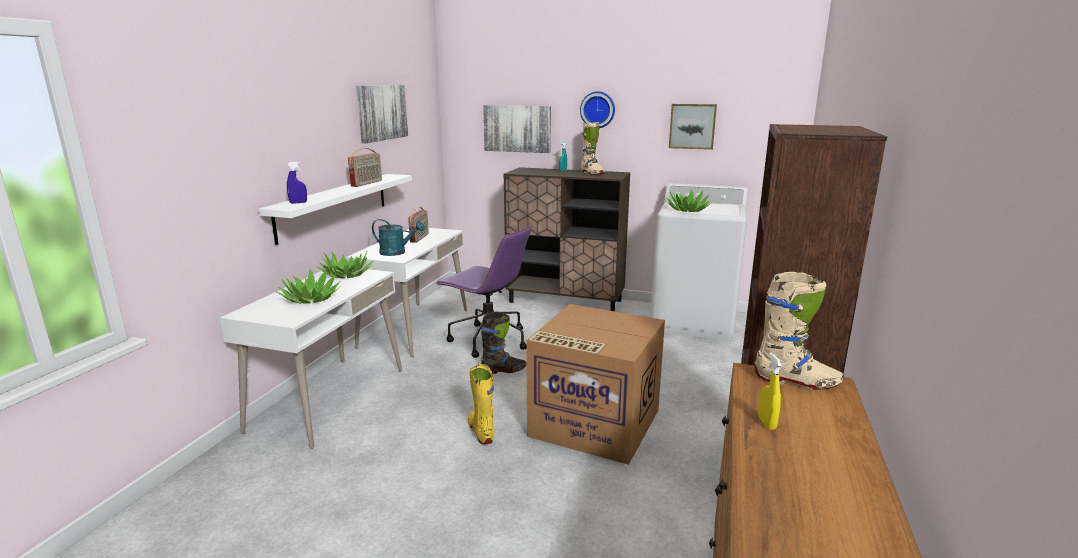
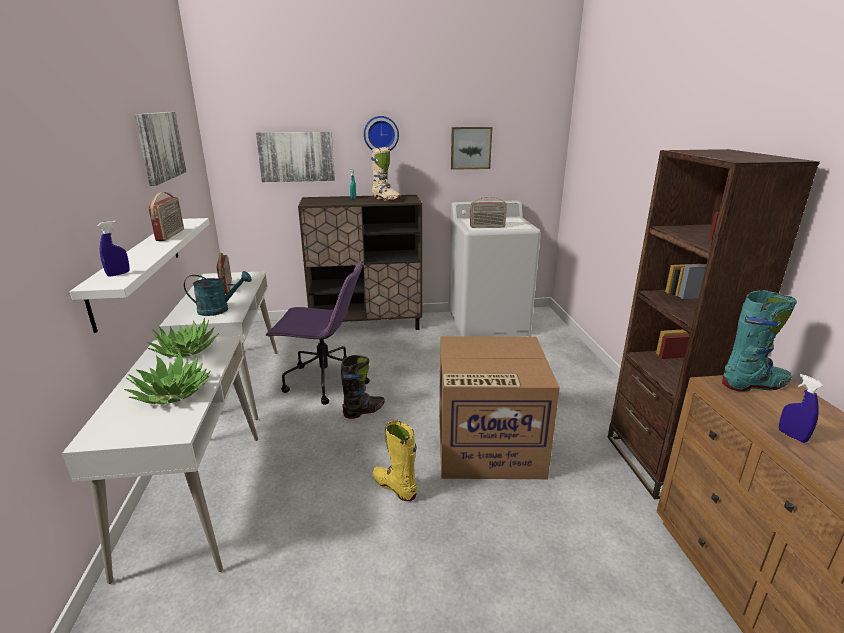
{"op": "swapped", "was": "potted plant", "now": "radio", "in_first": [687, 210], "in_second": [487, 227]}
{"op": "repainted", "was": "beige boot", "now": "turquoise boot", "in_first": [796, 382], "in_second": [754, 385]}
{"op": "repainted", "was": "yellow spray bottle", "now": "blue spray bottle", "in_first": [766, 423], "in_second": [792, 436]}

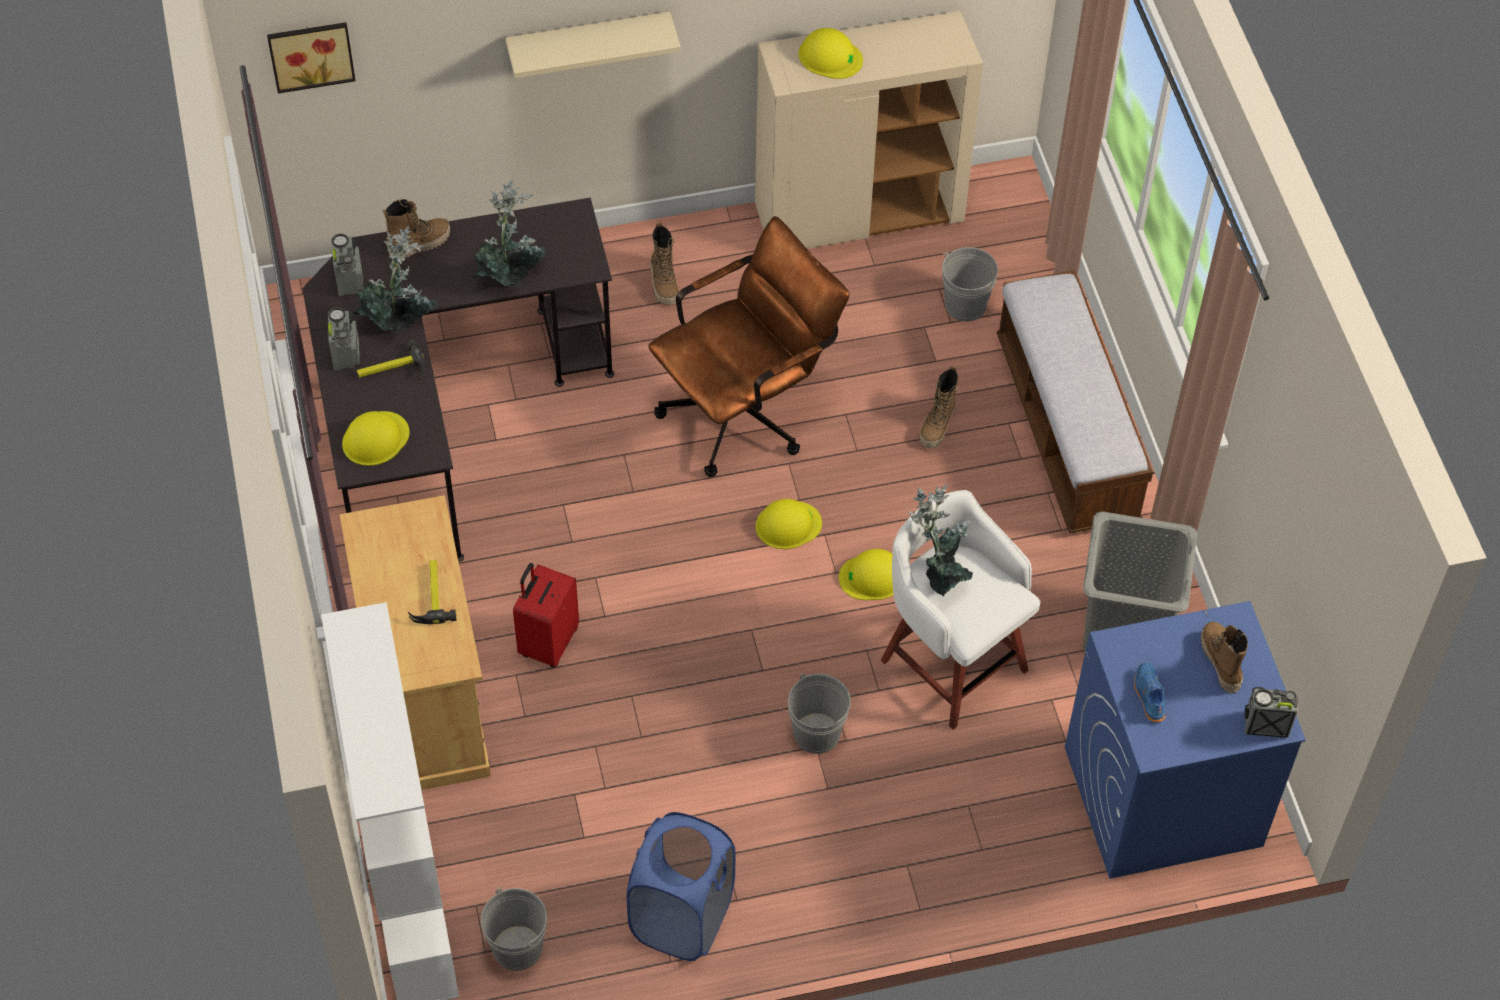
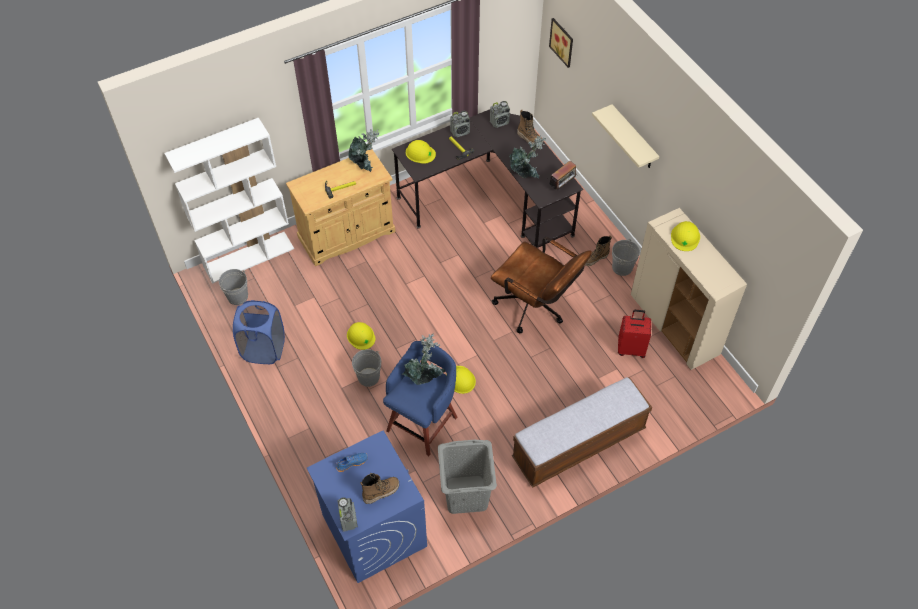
{"op": "shifted", "was": "potted plant", "in_first": [399, 320], "in_second": [365, 165]}
{"op": "shifted", "was": "red suitcase", "in_first": [547, 642], "in_second": [631, 348]}
{"op": "shifted", "was": "yellow hard hat", "in_first": [788, 525], "in_second": [361, 336]}
{"op": "repainted", "was": "white stool", "now": "blue stool", "in_first": [951, 661], "in_second": [423, 422]}
{"op": "gone", "was": "boot", "in_first": [937, 426]}
{"op": "shifted", "was": "grey bucket", "in_first": [965, 305], "in_second": [622, 267]}
{"op": "new", "now": "radio", "in_second": [562, 186]}

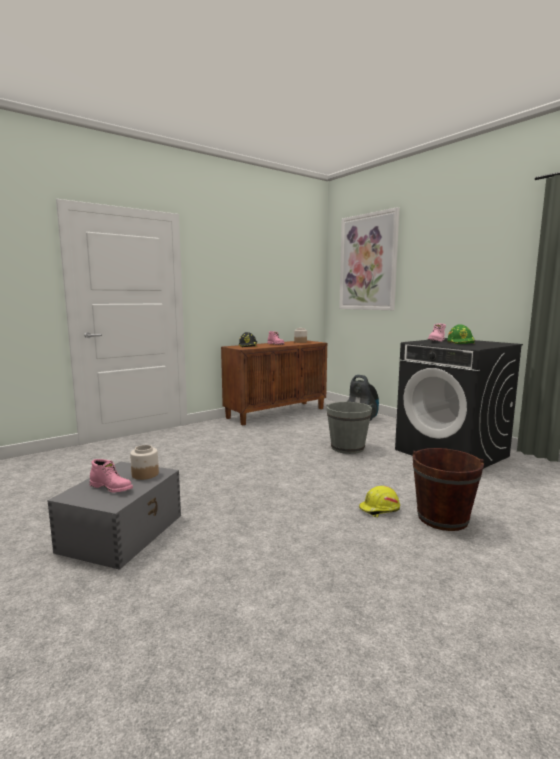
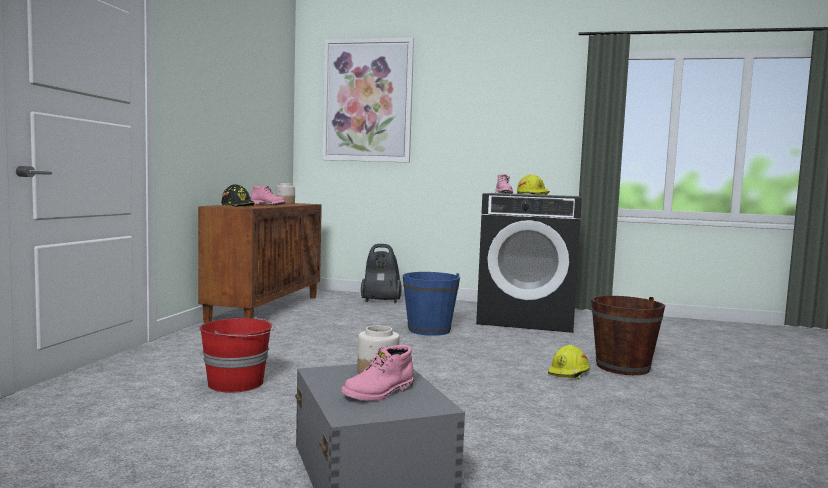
{"op": "rotated", "was": "pink boot", "in_first": [112, 488], "in_second": [379, 393], "clockwise": 150}
{"op": "repainted", "was": "grey bucket", "now": "blue bucket", "in_first": [347, 448], "in_second": [429, 330]}
{"op": "repainted", "was": "green hard hat", "now": "yellow hard hat", "in_first": [461, 342], "in_second": [532, 194]}
{"op": "new", "now": "red bucket", "in_second": [237, 383]}

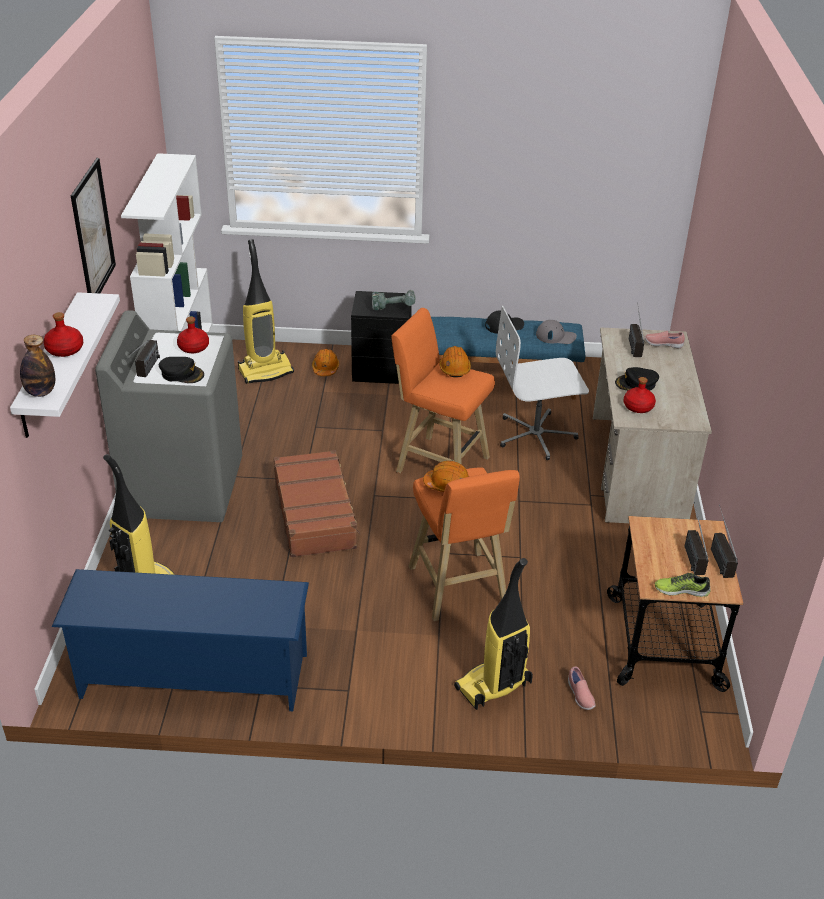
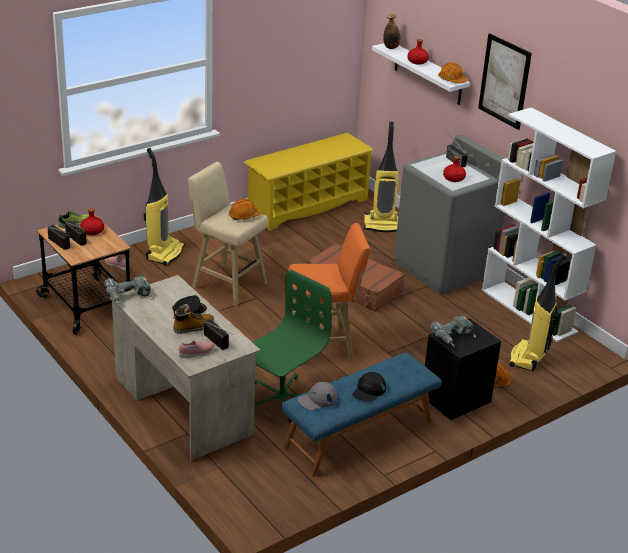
{"op": "repainted", "was": "blue shoe rack", "now": "yellow shoe rack", "in_first": [193, 676], "in_second": [307, 206]}
{"op": "gone", "was": "black cap", "in_first": [182, 374]}
{"op": "repainted", "was": "orange stool", "now": "beige stool", "in_first": [458, 590], "in_second": [226, 284]}
{"op": "shifted", "was": "orange hard hat", "in_first": [454, 368], "in_second": [452, 80]}
{"op": "repainted", "was": "white office chair", "now": "green office chair", "in_first": [536, 435], "in_second": [280, 399]}
{"op": "shifted", "was": "red bottle", "in_first": [638, 407], "in_second": [92, 231]}
{"op": "new", "now": "power drill", "in_second": [128, 298]}
{"op": "new", "now": "boot", "in_second": [193, 327]}

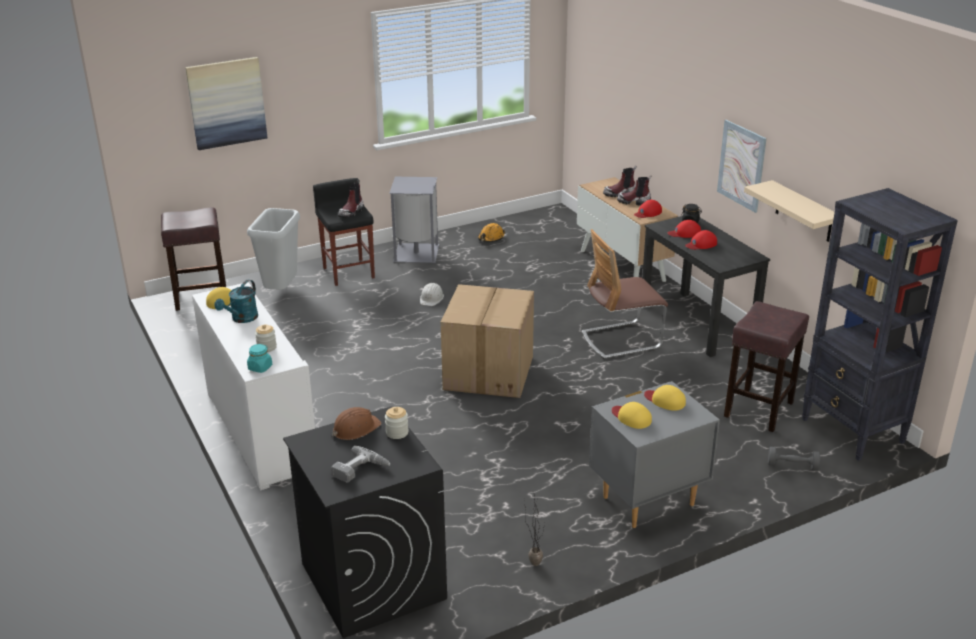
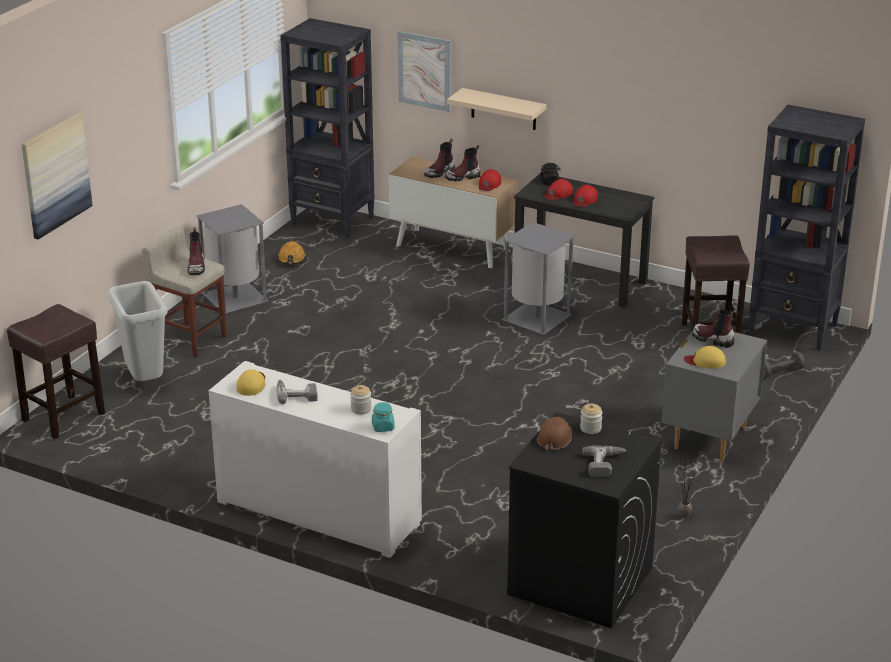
{"op": "swapped", "was": "turquoise watering can", "now": "power drill", "in_first": [241, 319], "in_second": [296, 394]}
{"op": "repainted", "was": "black stool", "now": "beige stool", "in_first": [348, 272], "in_second": [190, 339]}
{"op": "gone", "was": "white hard hat", "in_first": [431, 298]}
{"op": "gone", "was": "cardboard box", "in_first": [489, 373]}
{"op": "swapped", "was": "chair", "now": "grey trash can", "in_first": [621, 340], "in_second": [535, 318]}
{"op": "swapped", "was": "yellow cap", "now": "boot", "in_first": [665, 400], "in_second": [712, 339]}
{"op": "shifted", "was": "picture", "in_first": [741, 165], "in_second": [424, 71]}
{"op": "shifted", "was": "beige shelf", "in_first": [804, 212], "in_second": [503, 109]}
{"op": "new", "now": "black bookcase", "in_second": [333, 222]}

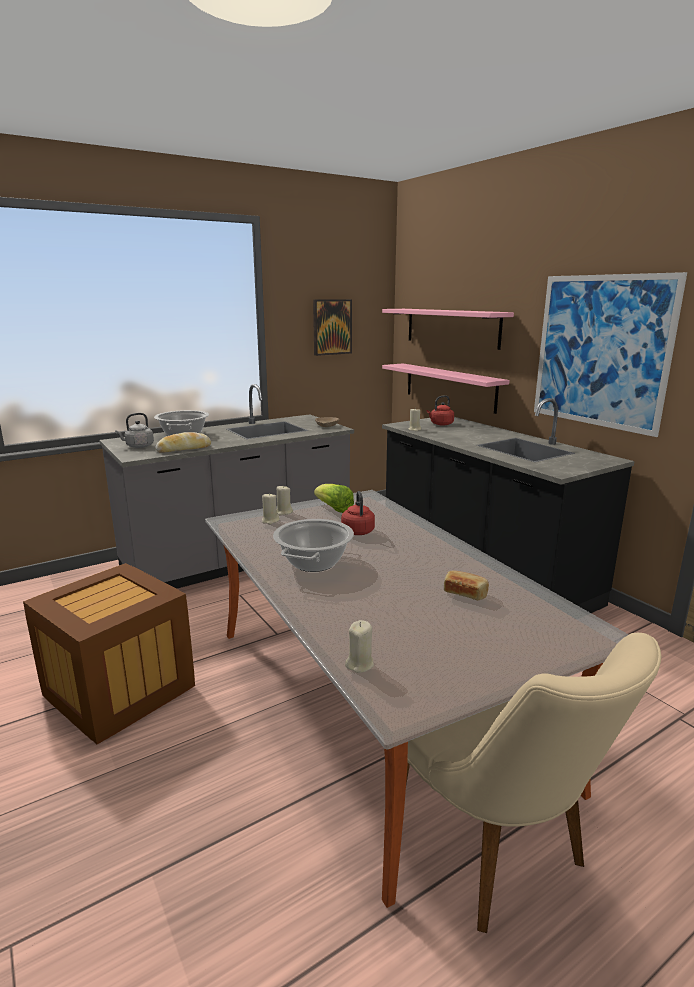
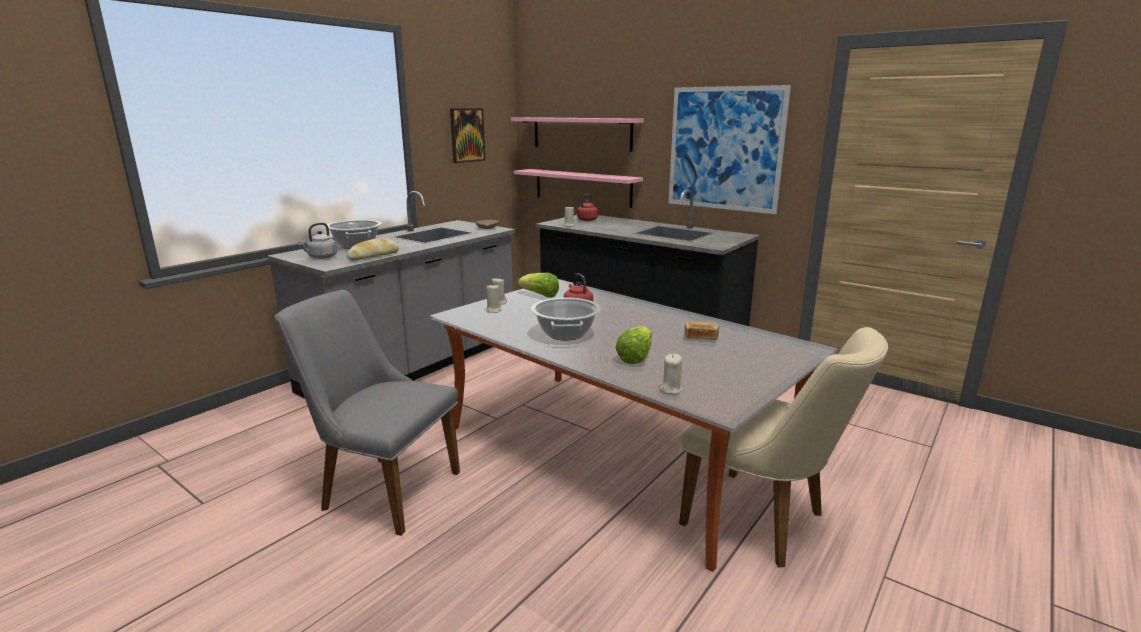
{"op": "swapped", "was": "crate", "now": "grey chair", "in_first": [119, 691], "in_second": [381, 488]}
{"op": "new", "now": "lettuce", "in_second": [635, 357]}

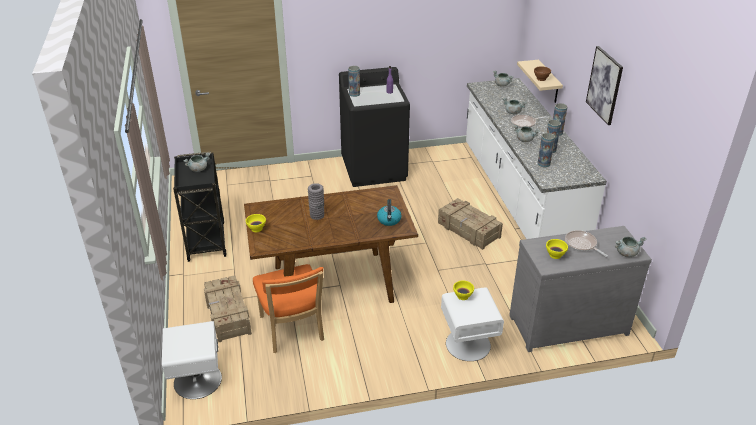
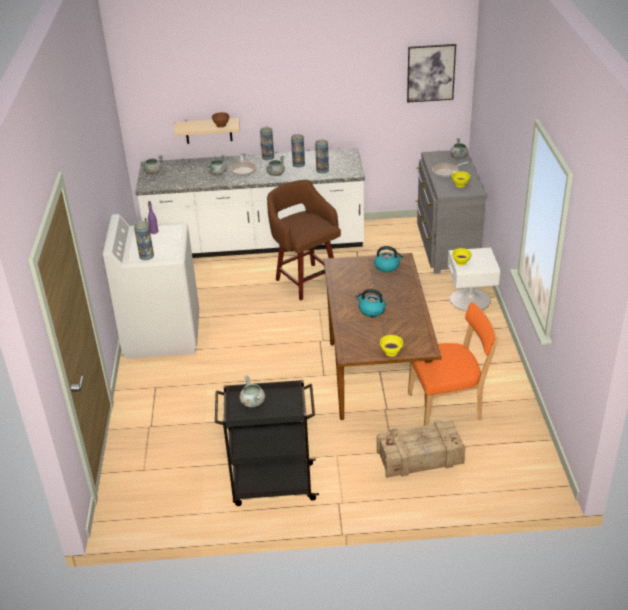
{"op": "gone", "was": "white nightstand", "in_first": [197, 380]}
{"op": "swapped", "was": "grey vase", "now": "kettle", "in_first": [317, 215], "in_second": [371, 310]}
{"op": "repainted", "was": "black washing machine", "now": "white washing machine", "in_first": [374, 169], "in_second": [162, 334]}
{"op": "swapped", "was": "crate", "now": "brown stool", "in_first": [468, 230], "in_second": [305, 280]}
{"op": "shifted", "was": "picture", "in_first": [604, 85], "in_second": [430, 73]}

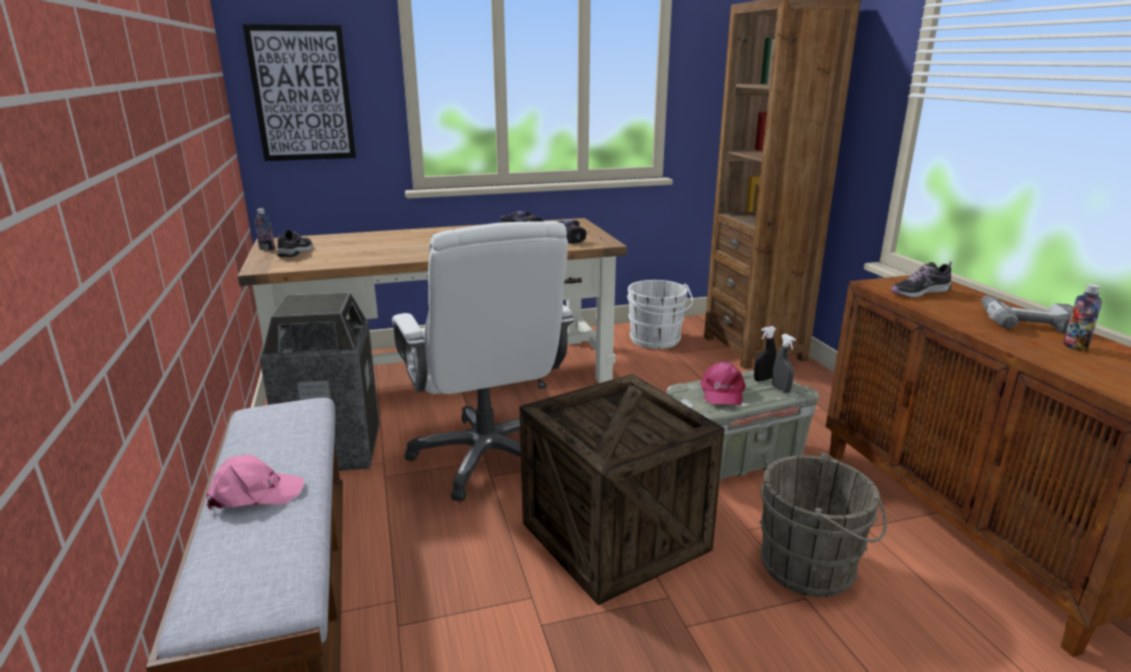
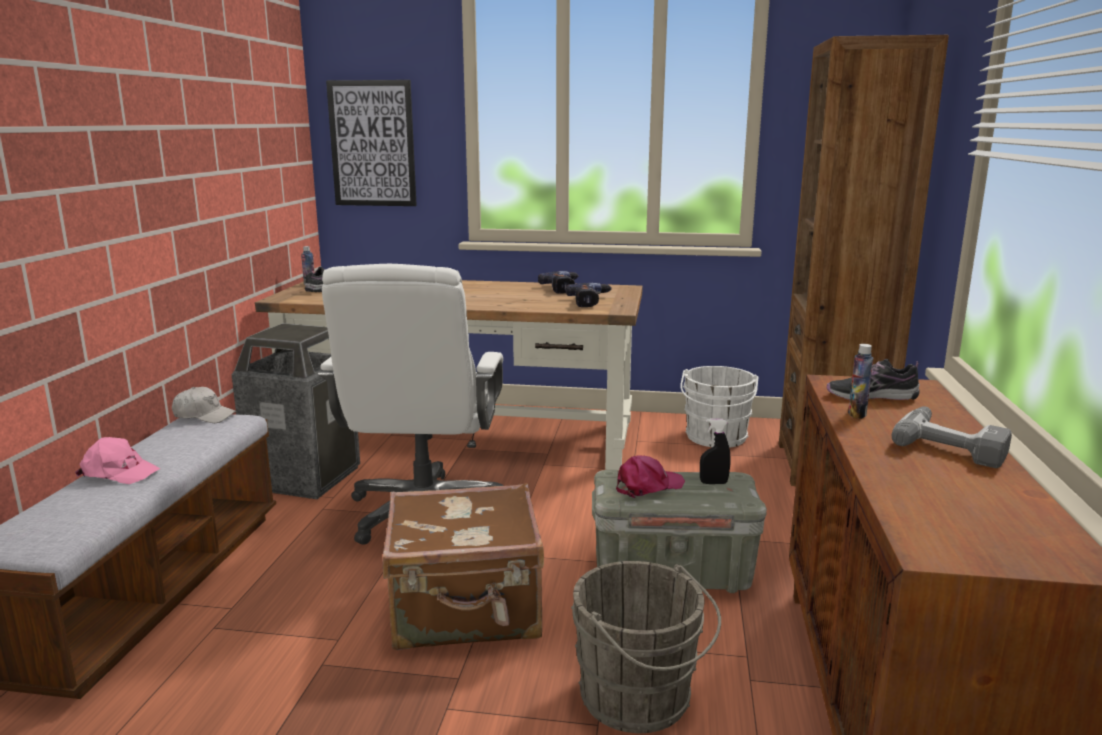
{"op": "swapped", "was": "crate", "now": "brown suitcase", "in_first": [614, 536], "in_second": [466, 611]}
{"op": "rotated", "was": "pink cap", "in_first": [722, 392], "in_second": [648, 486], "clockwise": -150}
{"op": "gone", "was": "grey spray bottle", "in_first": [781, 389]}
{"op": "shifted", "was": "bottle", "in_first": [1074, 347], "in_second": [857, 414]}
{"op": "new", "now": "white cap", "in_second": [204, 416]}

